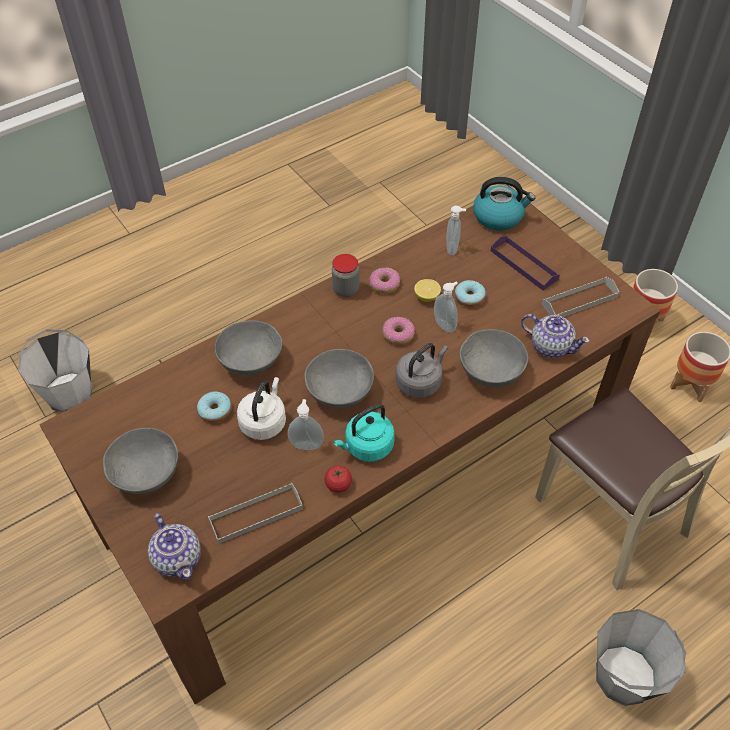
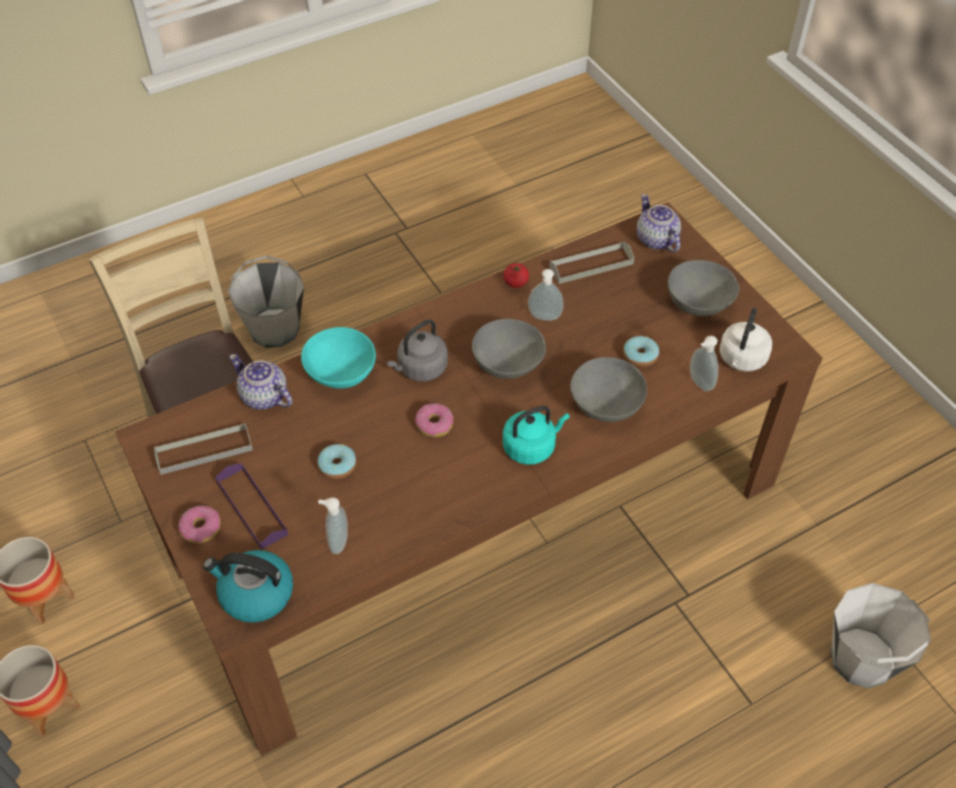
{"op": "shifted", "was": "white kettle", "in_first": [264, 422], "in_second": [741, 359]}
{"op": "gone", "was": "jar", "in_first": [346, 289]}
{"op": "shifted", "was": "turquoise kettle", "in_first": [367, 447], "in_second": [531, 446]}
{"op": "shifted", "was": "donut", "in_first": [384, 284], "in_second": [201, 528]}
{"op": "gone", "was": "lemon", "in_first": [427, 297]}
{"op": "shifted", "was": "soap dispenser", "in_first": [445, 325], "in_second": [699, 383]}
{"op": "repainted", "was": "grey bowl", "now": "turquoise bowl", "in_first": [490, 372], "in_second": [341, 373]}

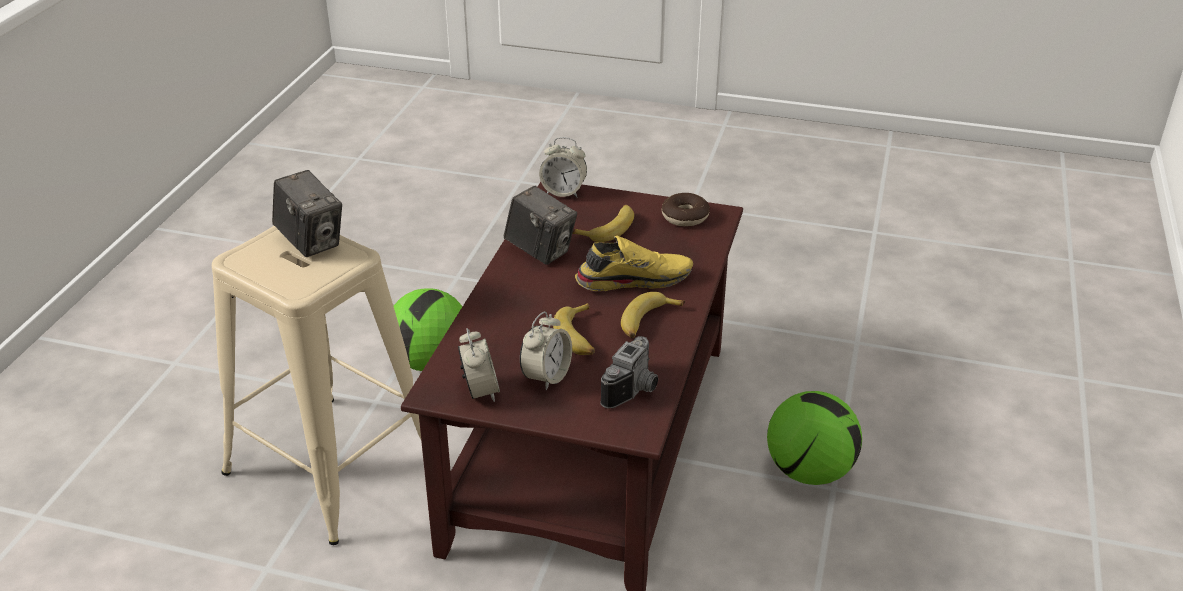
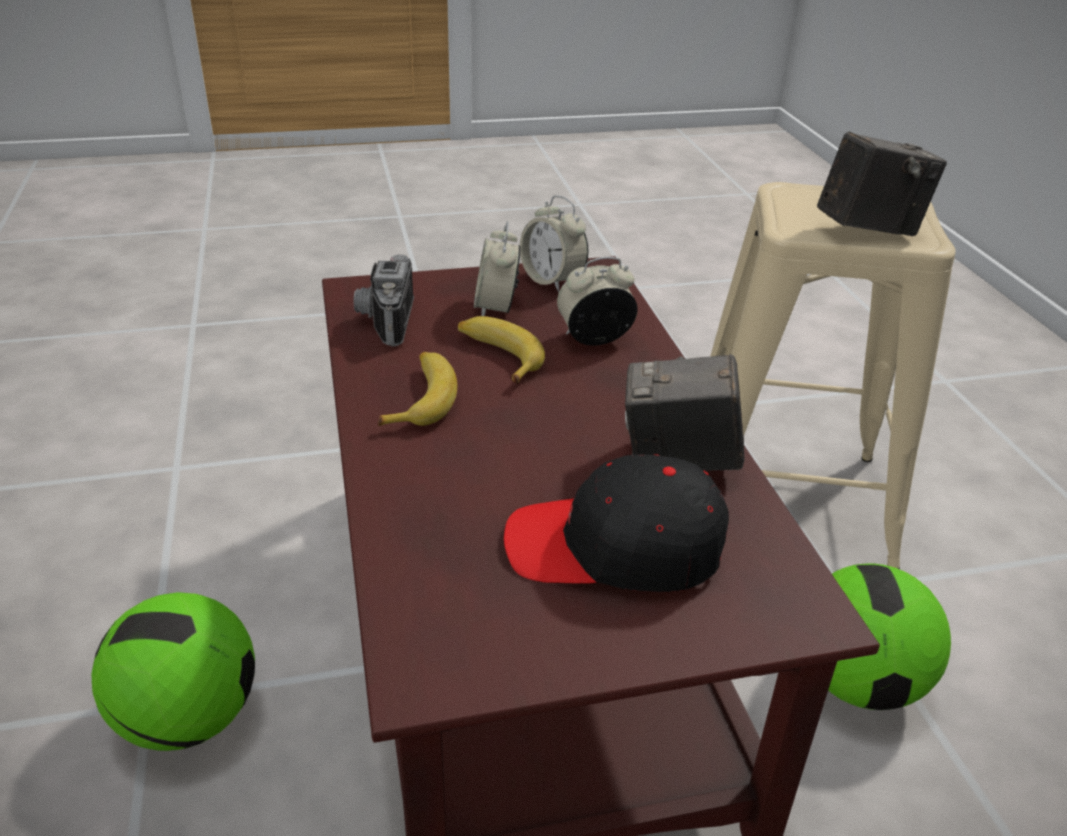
{"op": "rotated", "was": "photo camera", "in_first": [311, 242], "in_second": [868, 229], "clockwise": 150}
{"op": "shifted", "was": "alarm clock", "in_first": [563, 192], "in_second": [594, 339]}
{"op": "swapped", "was": "banana", "now": "black cap", "in_first": [608, 229], "in_second": [615, 547]}
{"op": "gone", "was": "yellow shoe", "in_first": [633, 279]}
{"op": "gone", "was": "donut", "in_first": [685, 216]}

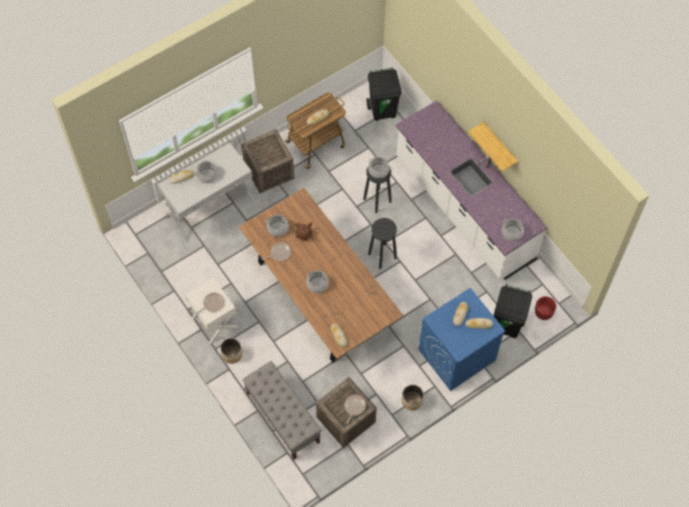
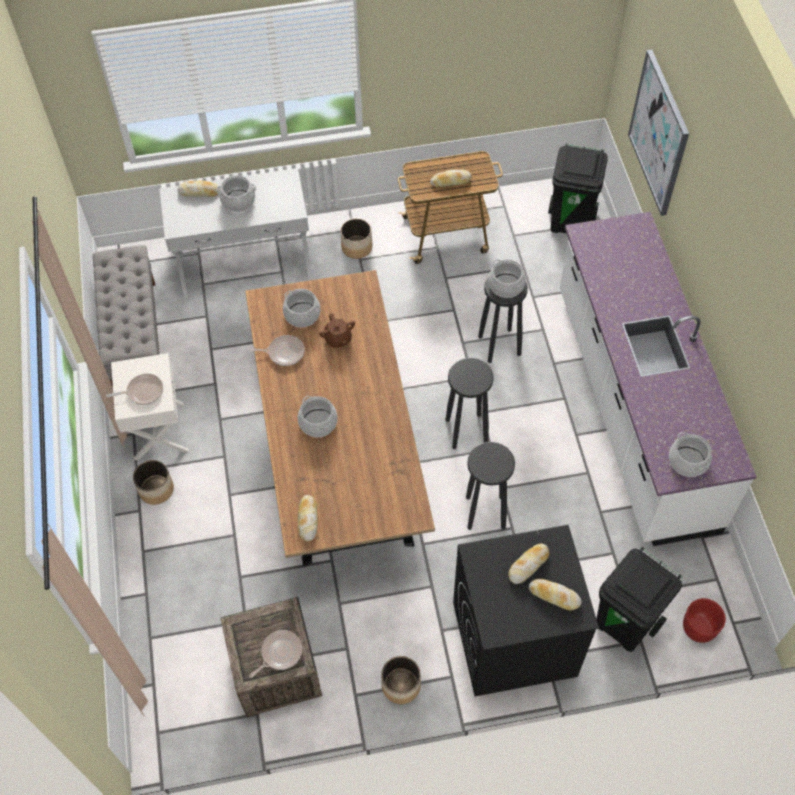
{"op": "swapped", "was": "crate", "now": "planter", "in_first": [269, 171], "in_second": [357, 247]}
{"op": "shifted", "was": "grey bench", "in_first": [282, 417], "in_second": [136, 337]}
{"op": "repainted", "was": "blue washing machine", "now": "black washing machine", "in_first": [456, 355], "in_second": [513, 639]}
{"op": "gone", "was": "shelf", "in_first": [499, 146]}
{"op": "new", "now": "black stool", "in_second": [485, 513]}
{"op": "new", "now": "picture", "in_second": [659, 133]}

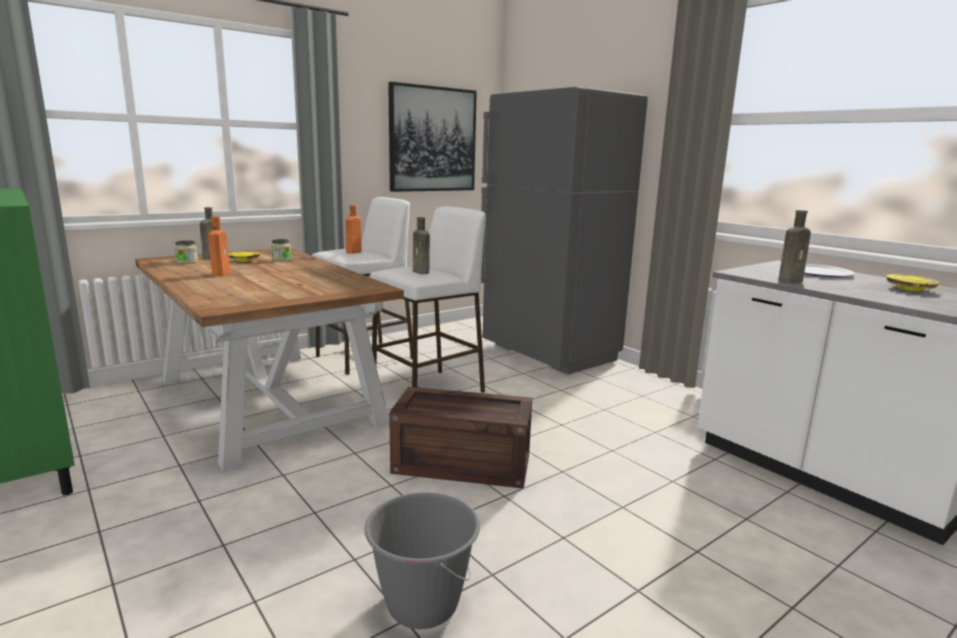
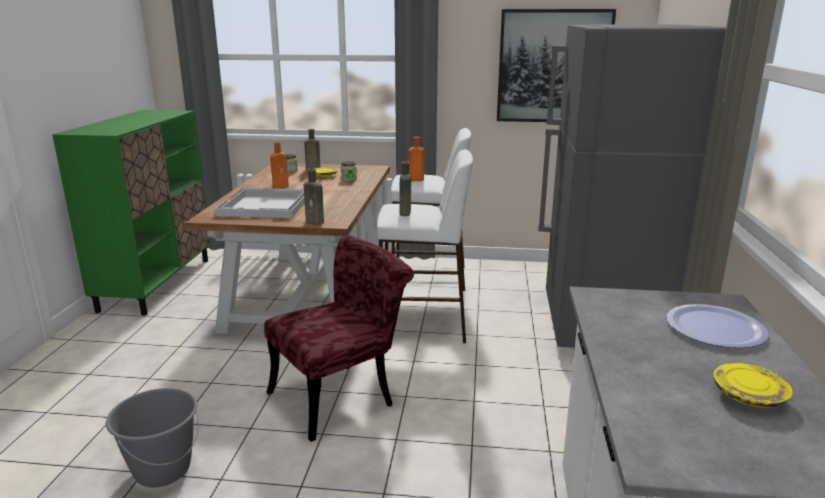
{"op": "swapped", "was": "crate", "now": "red chair", "in_first": [464, 463], "in_second": [342, 395]}
{"op": "shifted", "was": "brown bottle", "in_first": [791, 281], "in_second": [316, 222]}
{"op": "new", "now": "white tray", "in_second": [266, 206]}

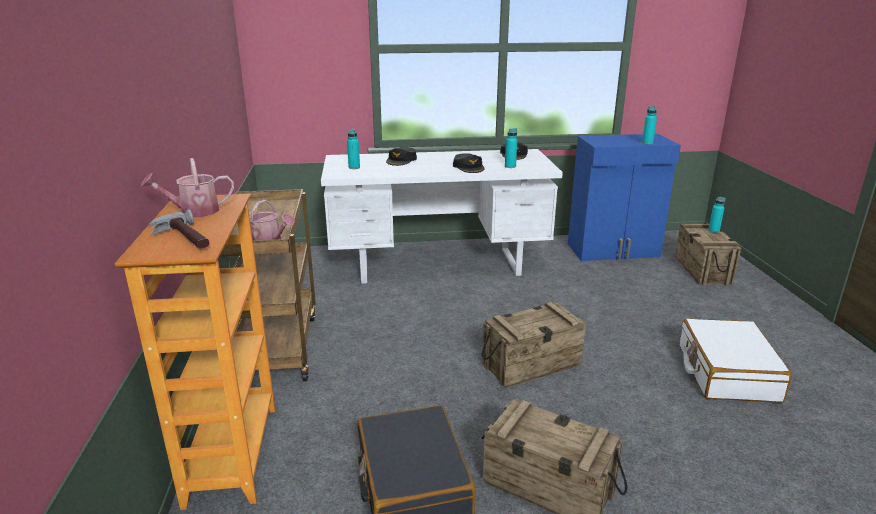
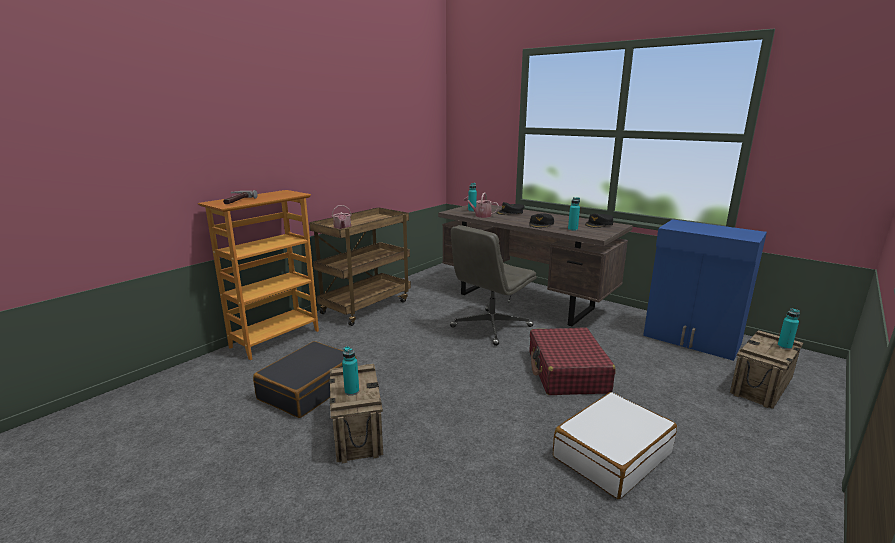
{"op": "shifted", "was": "watering can", "in_first": [194, 212], "in_second": [480, 215]}
{"op": "repainted", "was": "white desk", "now": "brown desk", "in_first": [439, 265], "in_second": [526, 301]}
{"op": "gone", "was": "crate", "in_first": [531, 364]}
{"op": "shifted", "was": "turquoise bottle", "in_first": [647, 143], "in_second": [352, 391]}
{"op": "new", "now": "grey office chair", "in_second": [491, 327]}
{"op": "new", "now": "red suitcase", "in_second": [567, 372]}

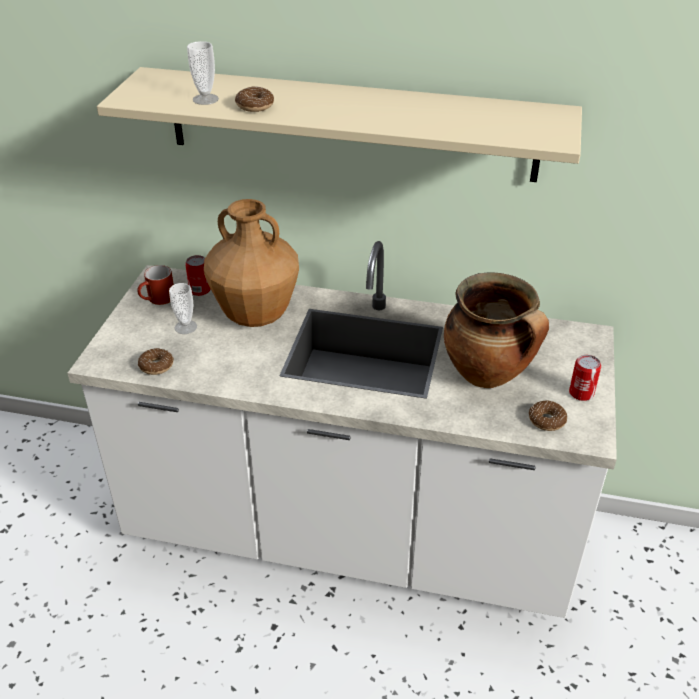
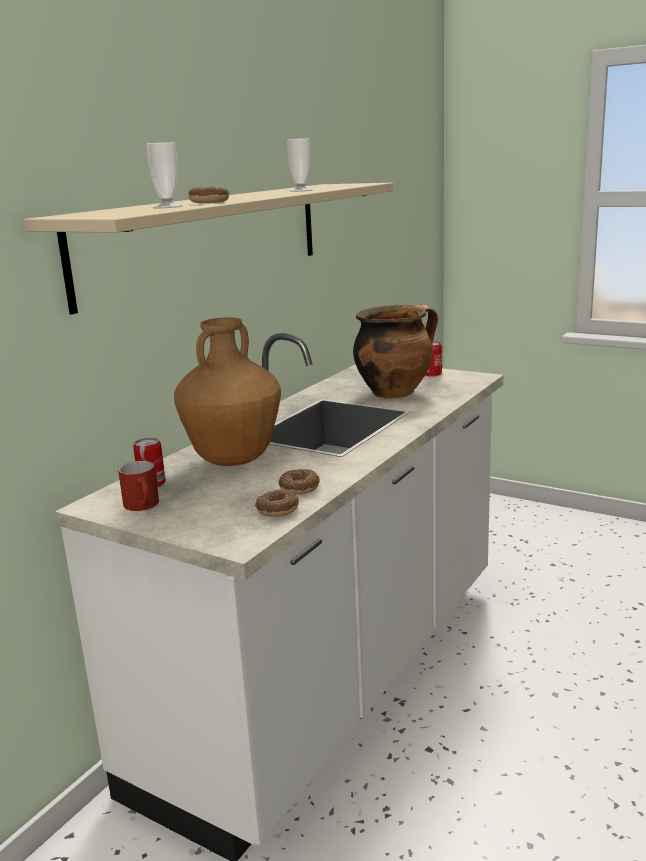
{"op": "shifted", "was": "cup", "in_first": [185, 327], "in_second": [301, 190]}
{"op": "shifted", "was": "donut", "in_first": [547, 420], "in_second": [299, 488]}

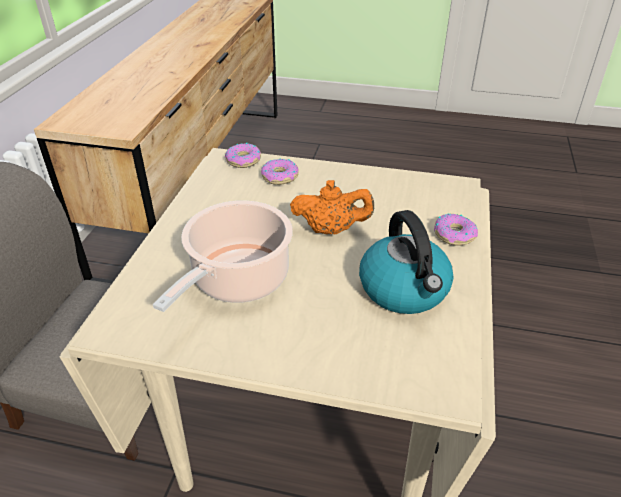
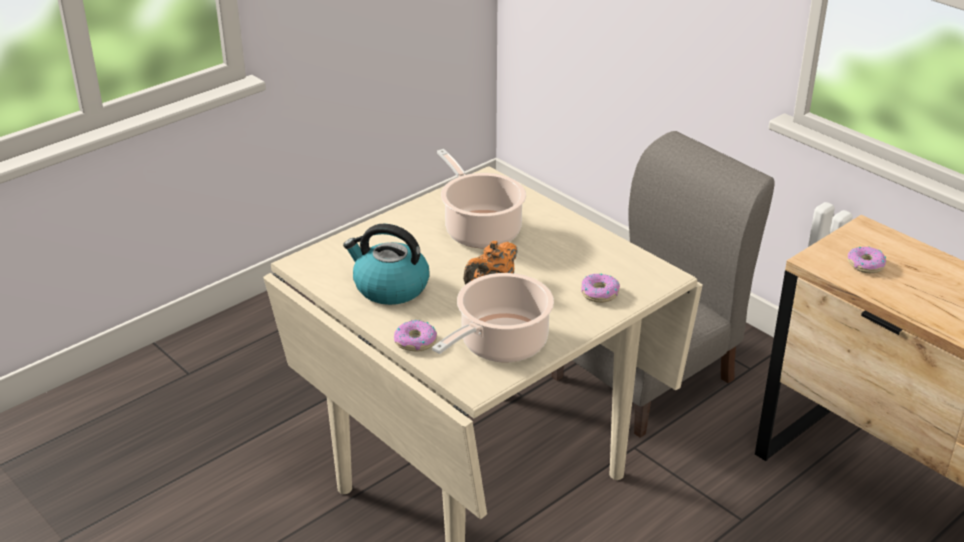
{"op": "shifted", "was": "donut", "in_first": [243, 161], "in_second": [865, 265]}
{"op": "new", "now": "cooking pot", "in_second": [500, 345]}

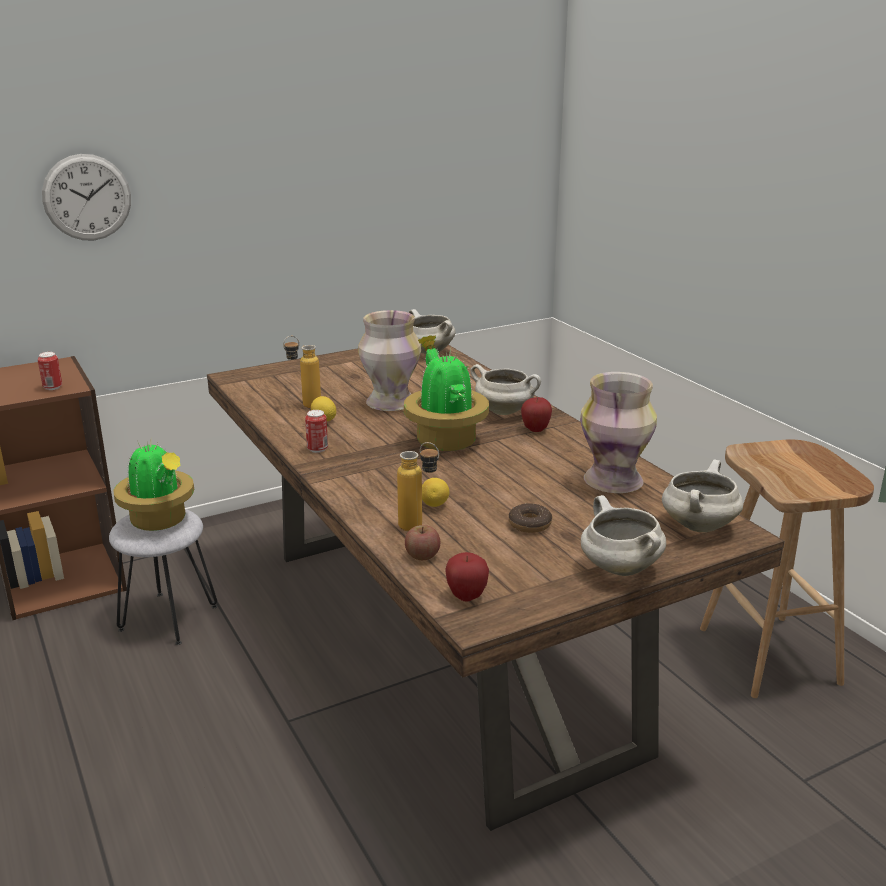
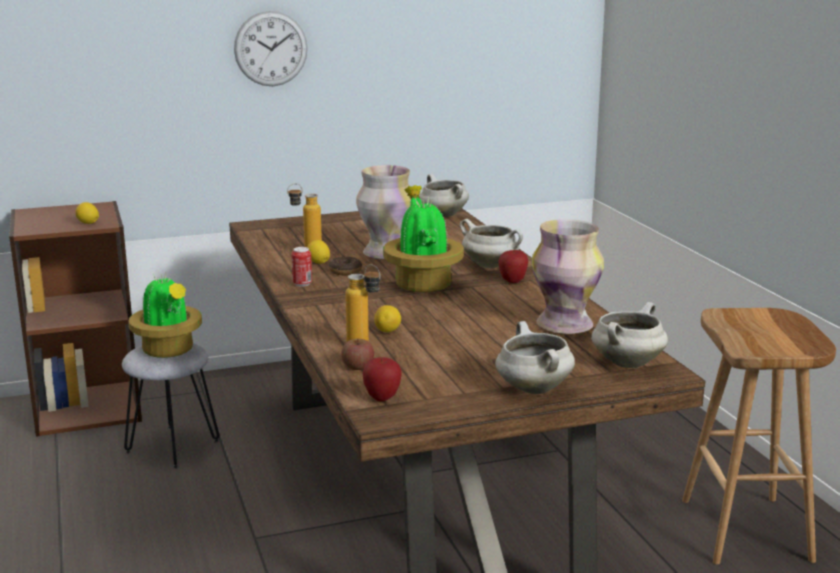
{"op": "swapped", "was": "can", "now": "lemon", "in_first": [52, 387], "in_second": [88, 223]}
{"op": "shifted", "was": "wall clock", "in_first": [87, 197], "in_second": [271, 48]}
{"op": "shifted", "was": "donut", "in_first": [529, 524], "in_second": [345, 271]}

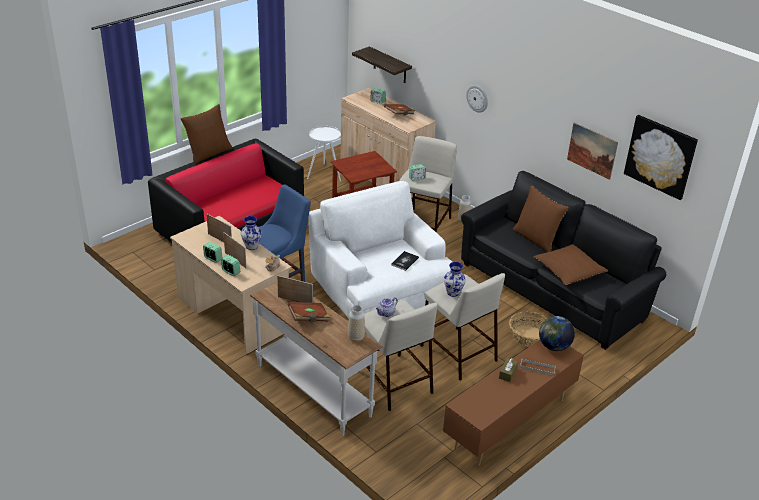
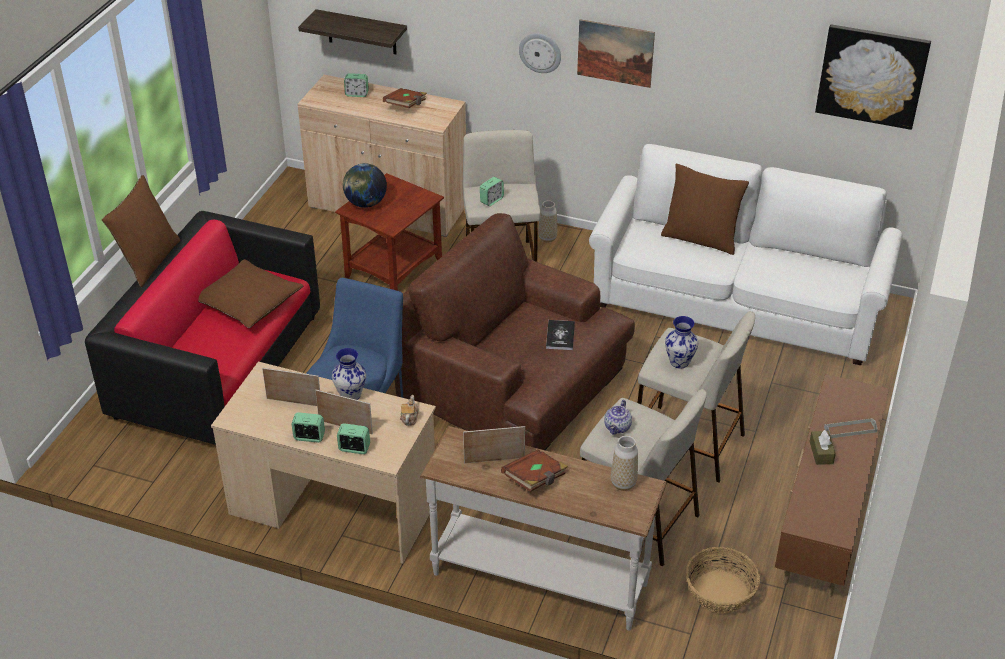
{"op": "gone", "was": "white side table", "in_first": [325, 173]}
{"op": "repainted", "was": "white armchair", "now": "brown armchair", "in_first": [380, 287], "in_second": [512, 383]}
{"op": "repainted", "was": "black sofa", "now": "white sofa", "in_first": [554, 290], "in_second": [738, 302]}
{"op": "shifted", "was": "basket", "in_first": [528, 336], "in_second": [720, 592]}
{"op": "shifted", "was": "brown pillow", "in_first": [568, 271], "in_second": [248, 303]}
{"op": "shifted", "was": "globe", "in_first": [554, 347], "in_second": [366, 203]}
{"op": "shifted", "was": "picture", "in_first": [592, 150], "in_second": [615, 53]}

